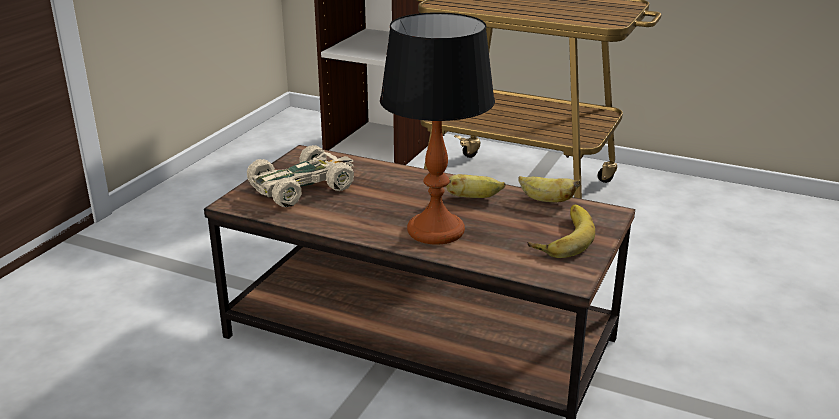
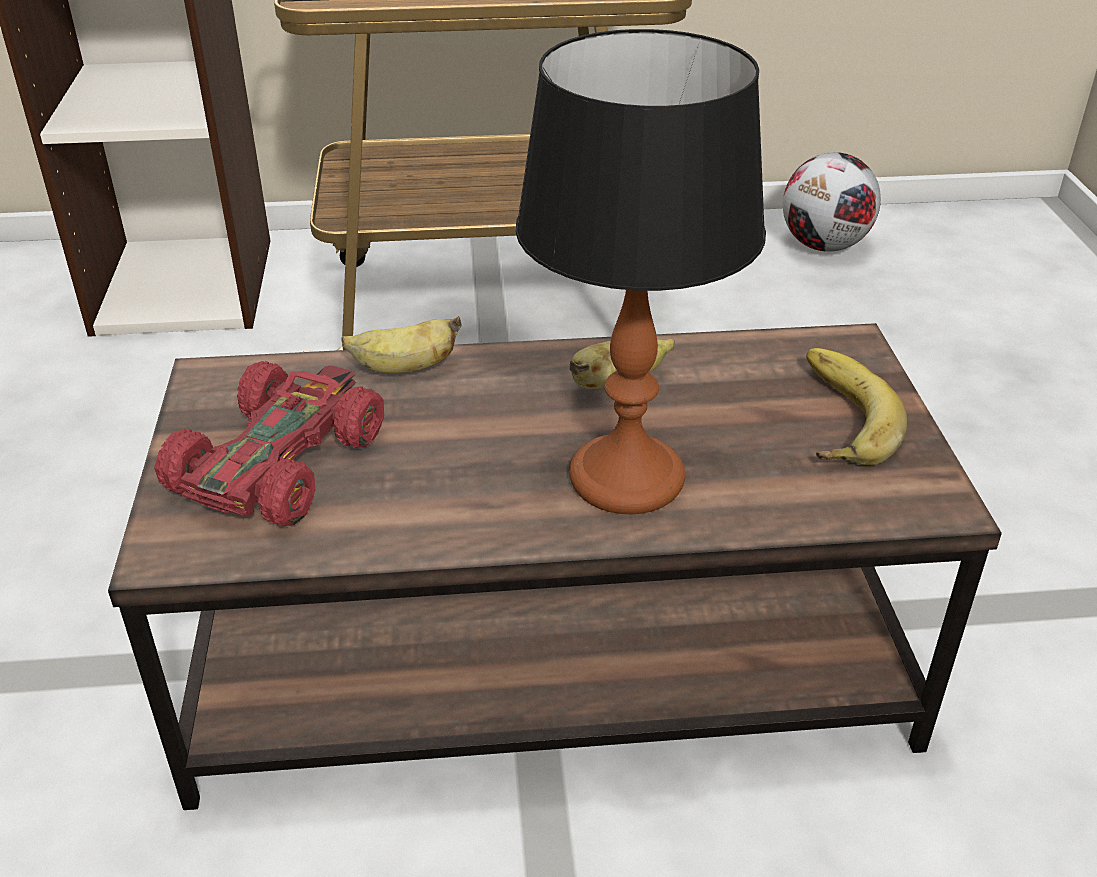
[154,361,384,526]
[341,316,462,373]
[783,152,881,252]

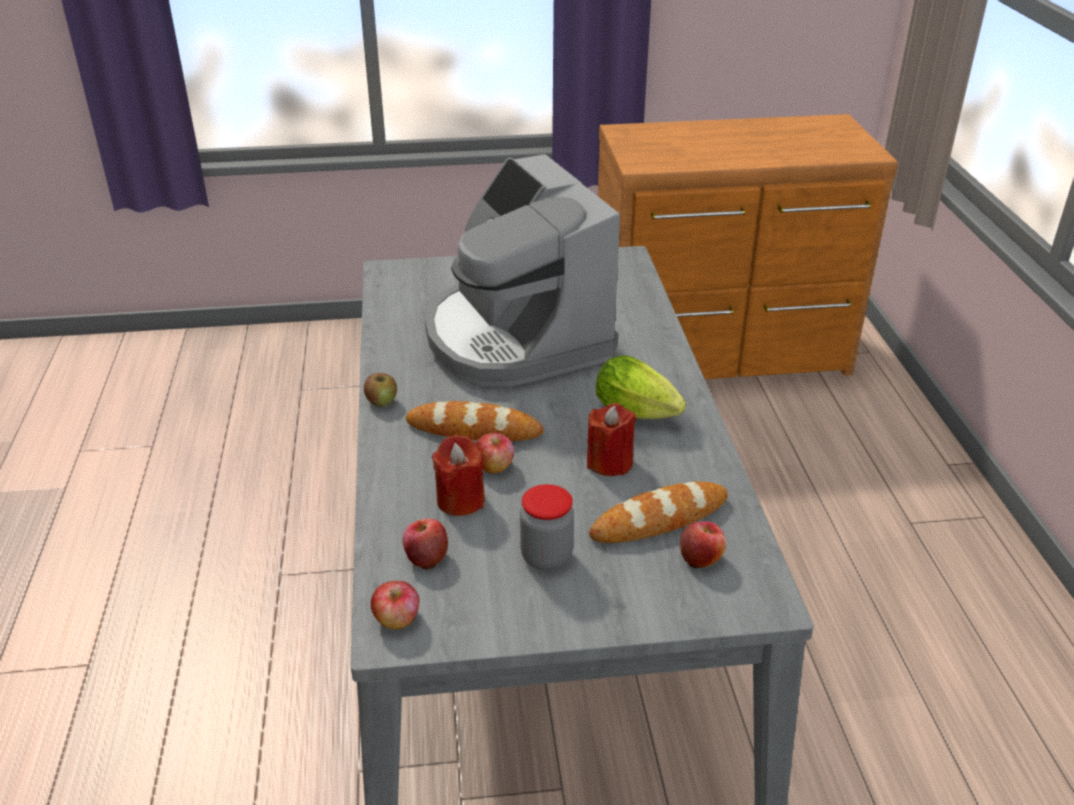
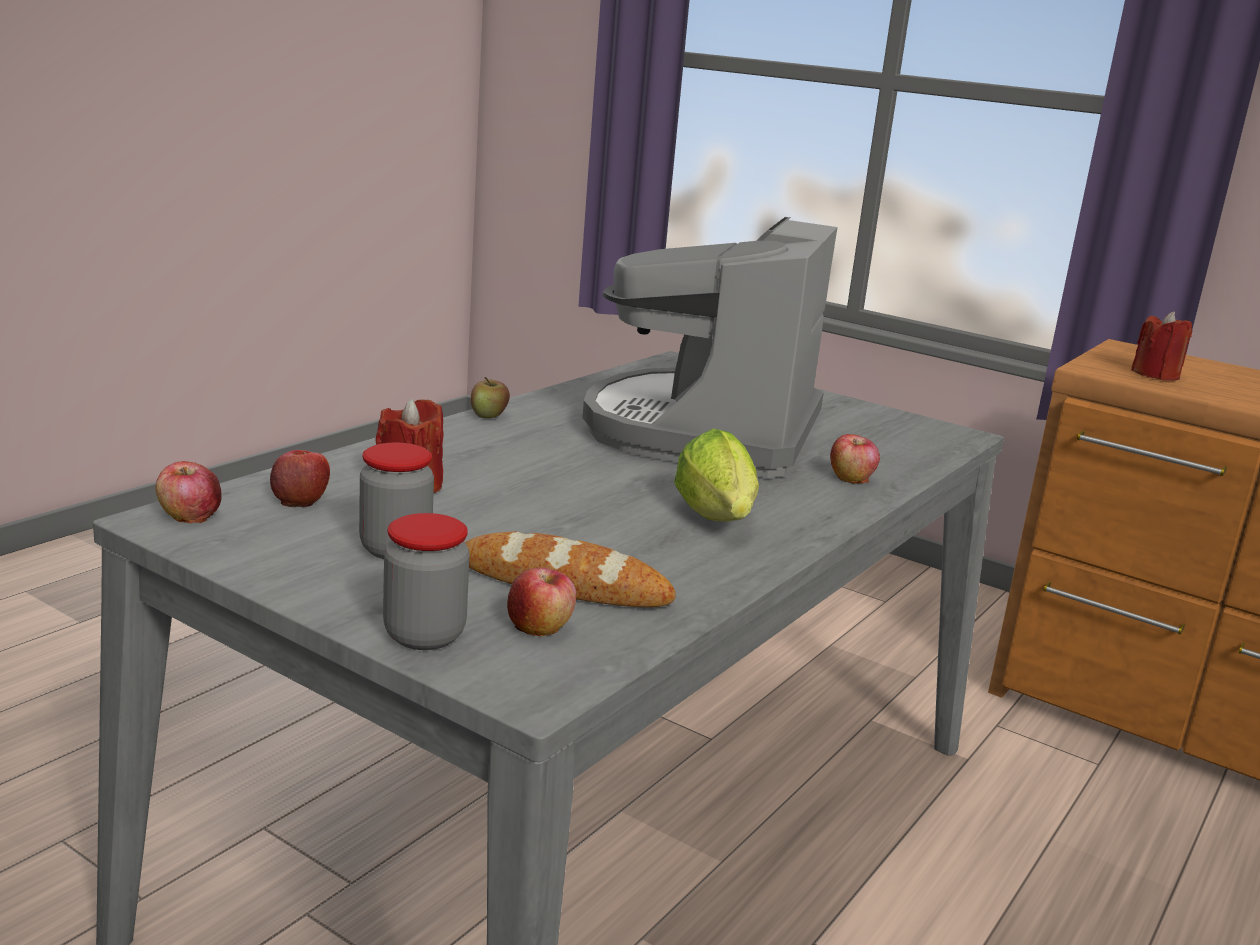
[406,401,544,441] (first image)
[1131,311,1192,381]
[830,434,880,484]
[383,513,470,650]

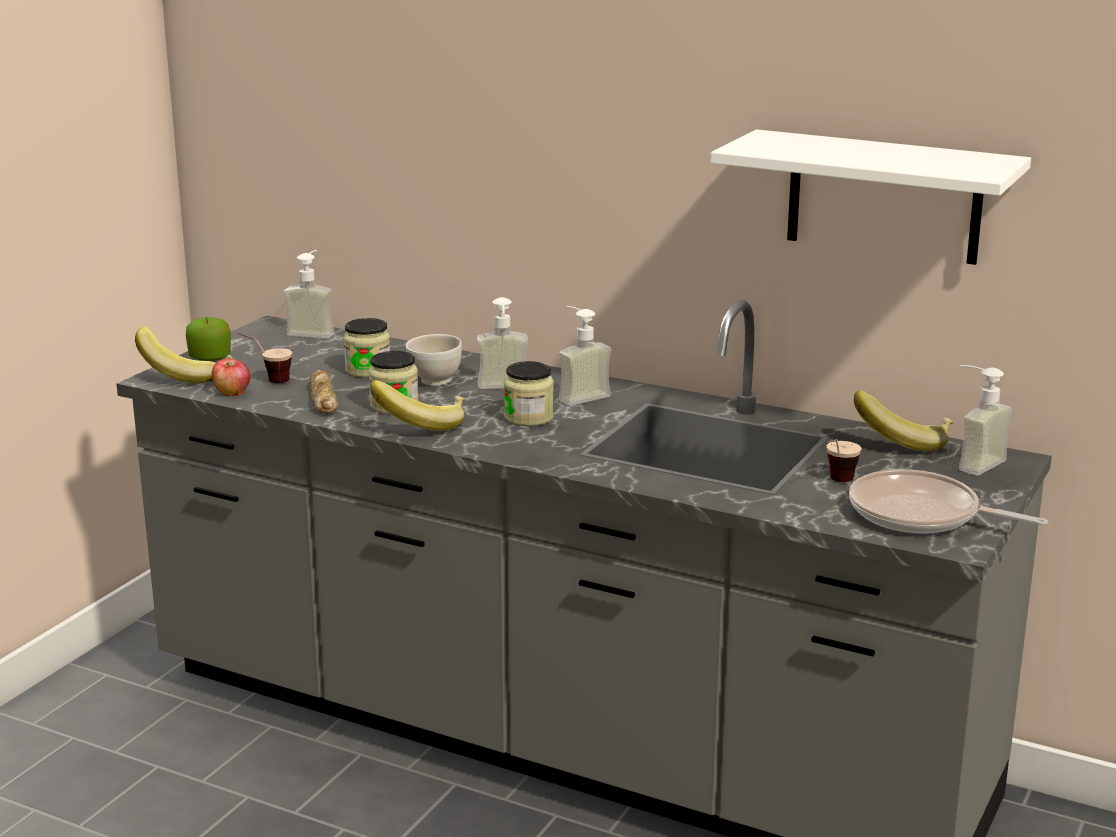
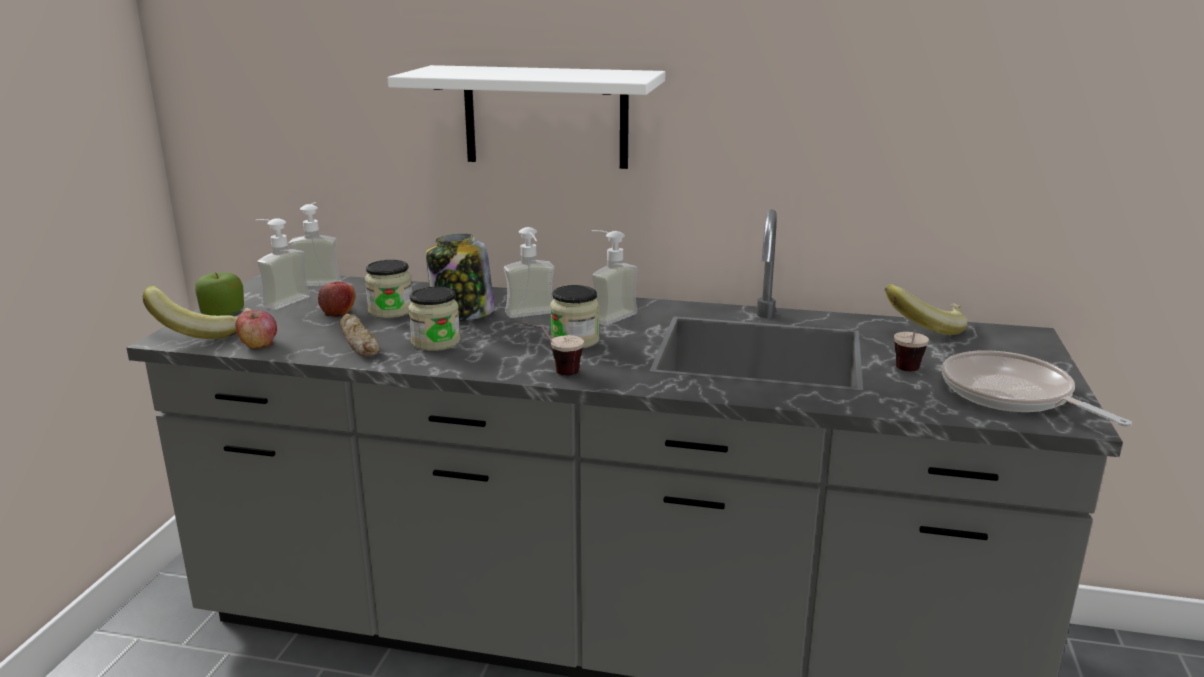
[388,65,665,169]
[522,322,584,376]
[426,234,494,321]
[255,218,310,310]
[370,380,465,431] (first image)
[942,350,1132,427]
[318,281,356,317]

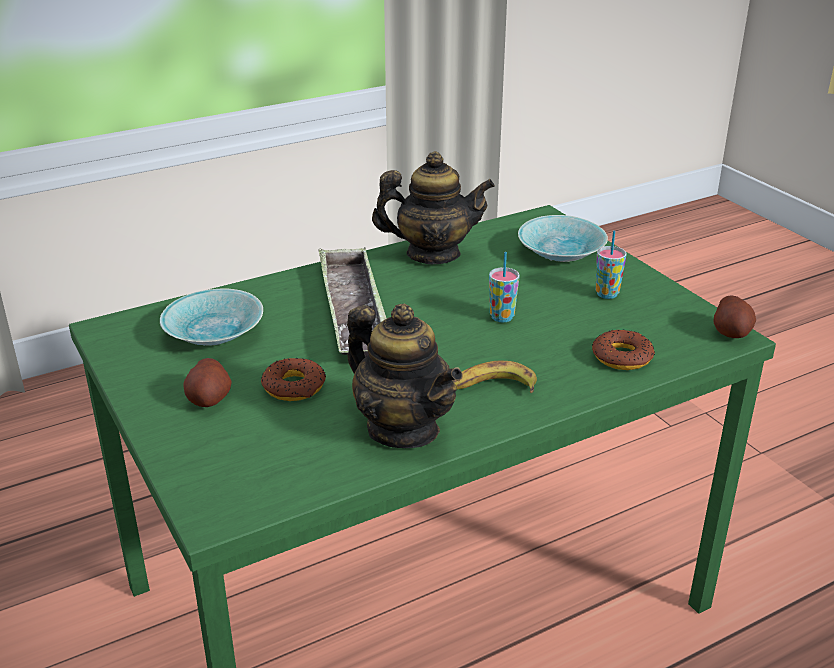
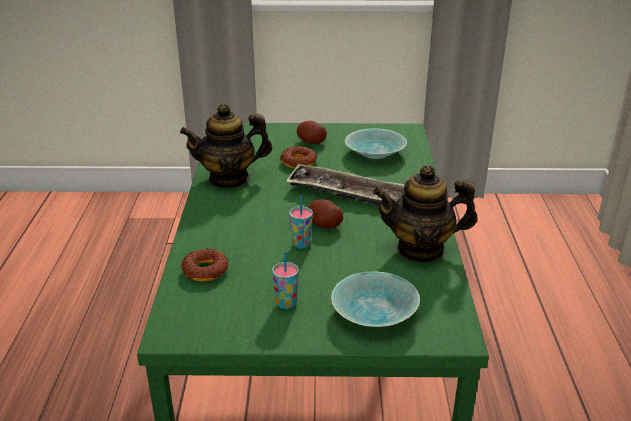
[373,165,477,263]
[308,199,343,229]
[454,361,537,393] (first image)

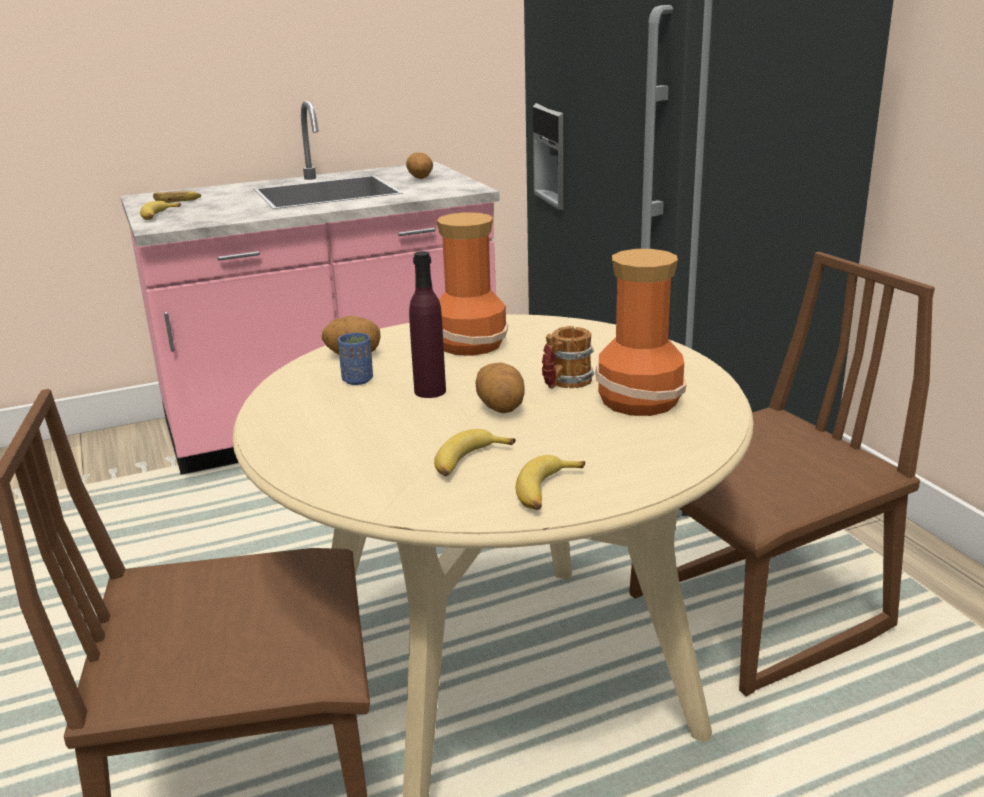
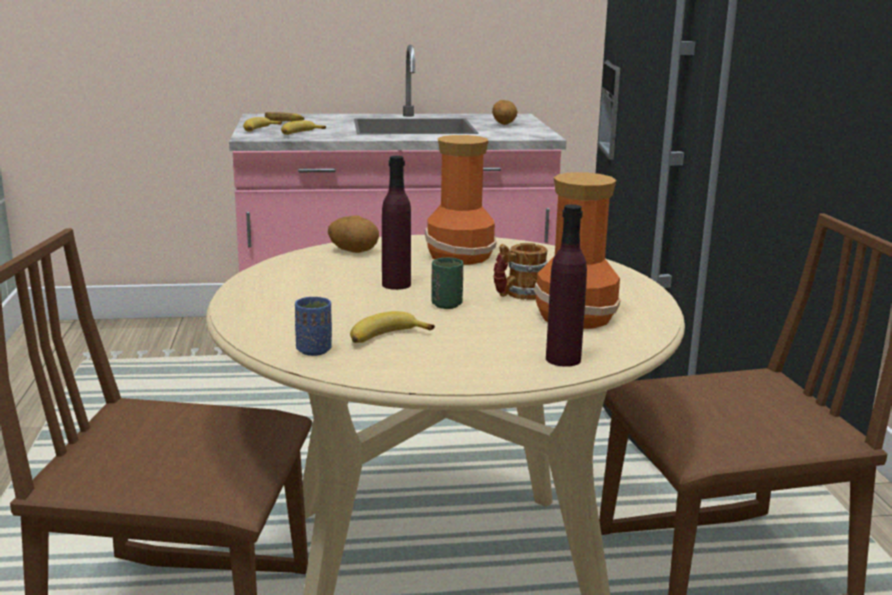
[295,297,332,356]
[431,258,463,309]
[281,121,326,135]
[546,204,587,367]

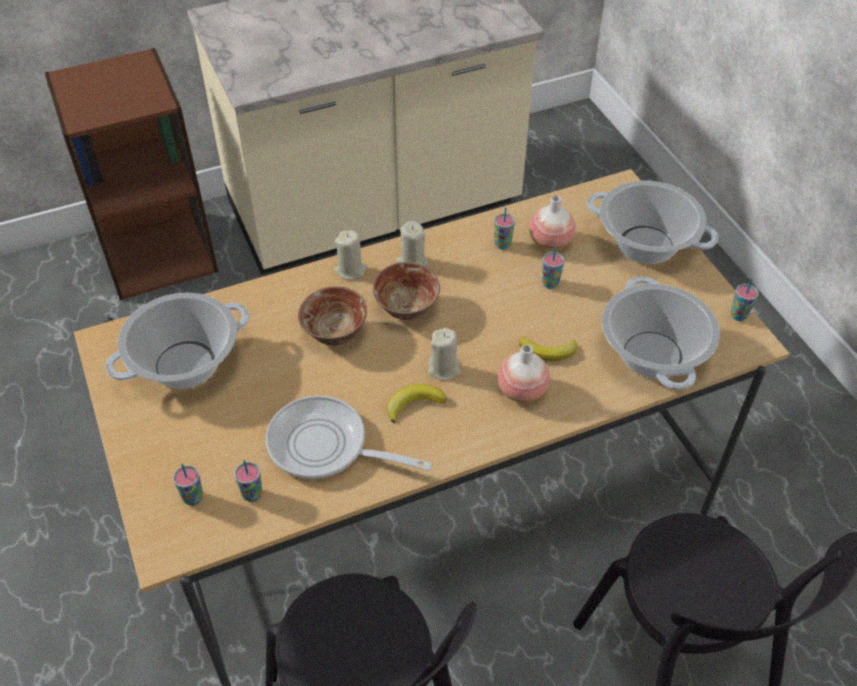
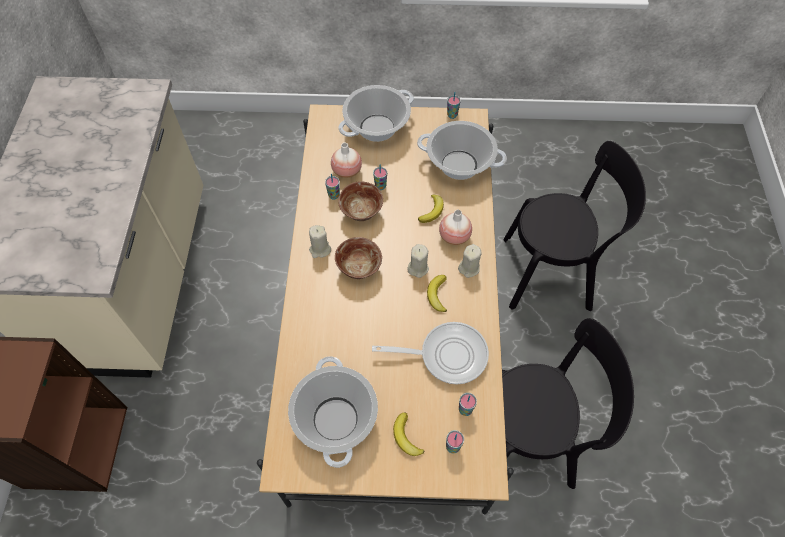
[458,244,482,278]
[338,181,383,221]
[372,322,489,384]
[393,412,425,456]

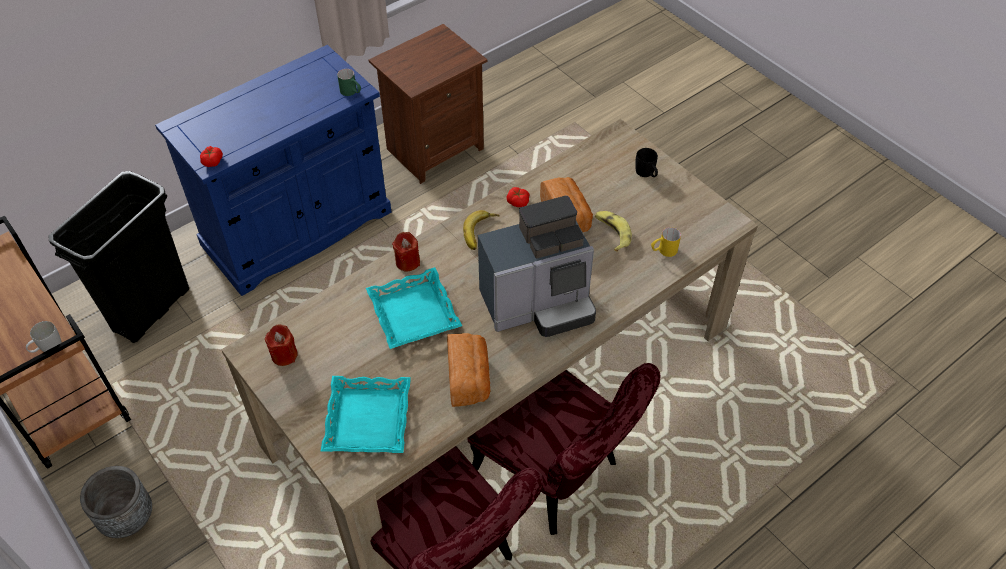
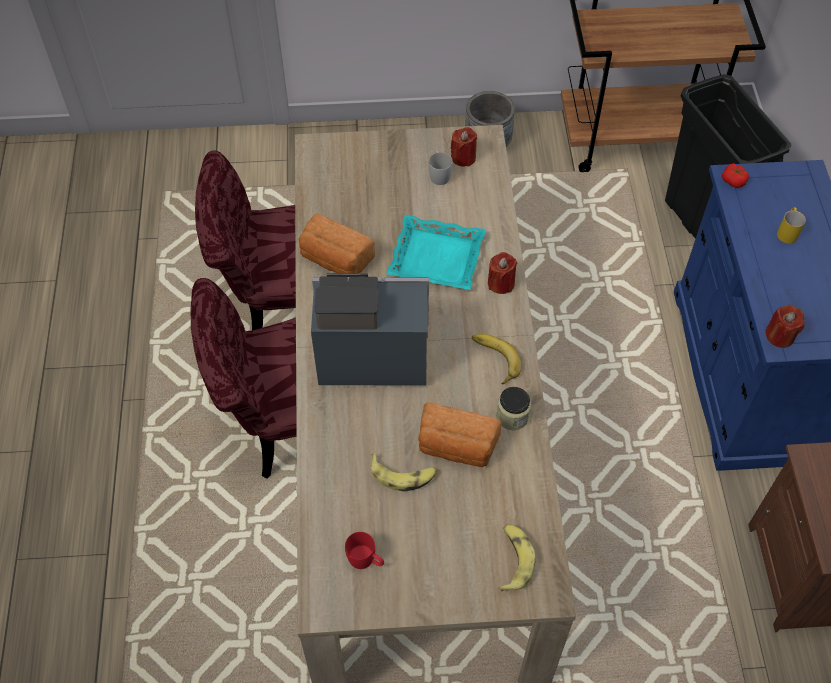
[765,305,804,348]
[635,148,658,177] (first image)
[496,387,531,430]
[311,273,429,386]
[777,207,806,244]
[429,151,453,185]
[321,376,411,453] (first image)
[499,524,536,592]
[345,532,384,569]

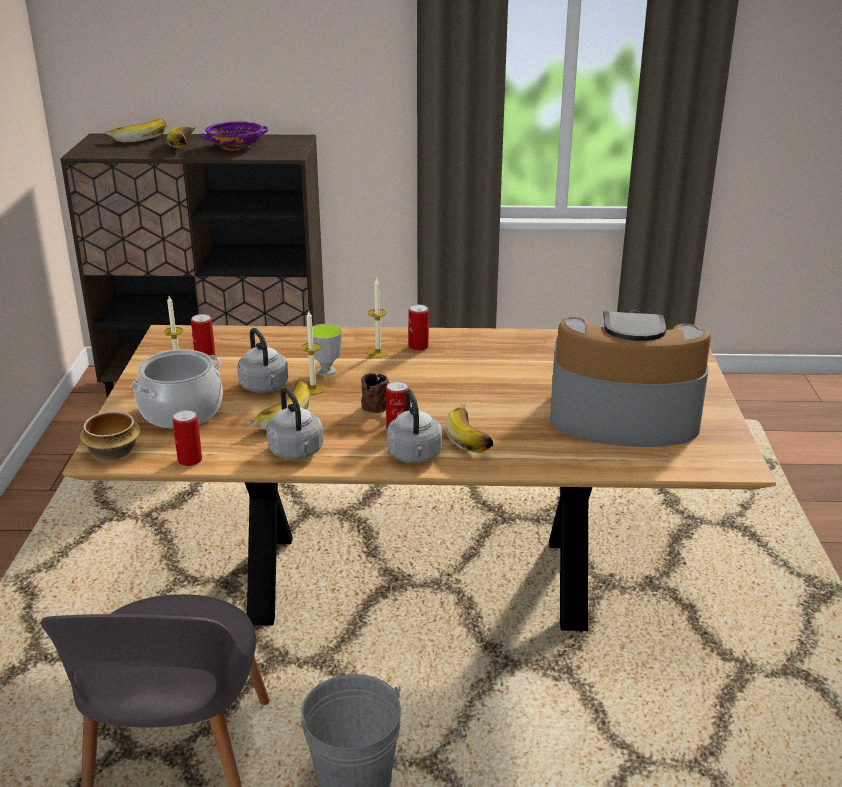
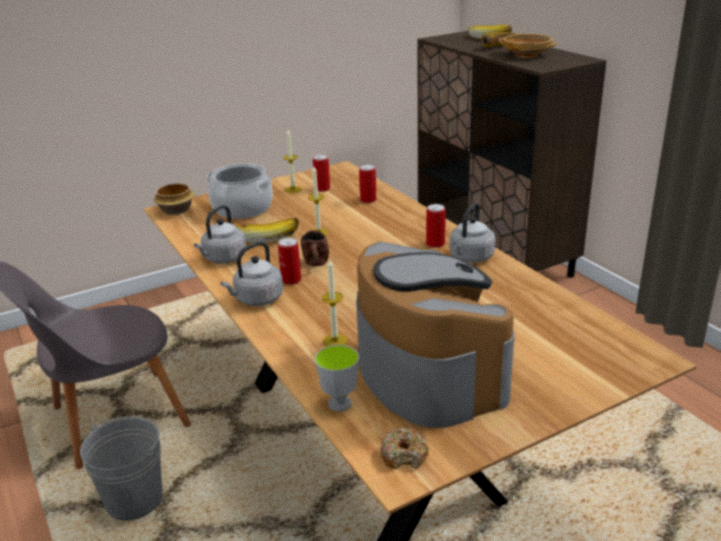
[498,34,557,58]
[321,258,347,347]
[315,345,359,411]
[450,202,495,263]
[446,403,493,453] (first image)
[359,164,376,203]
[381,427,429,469]

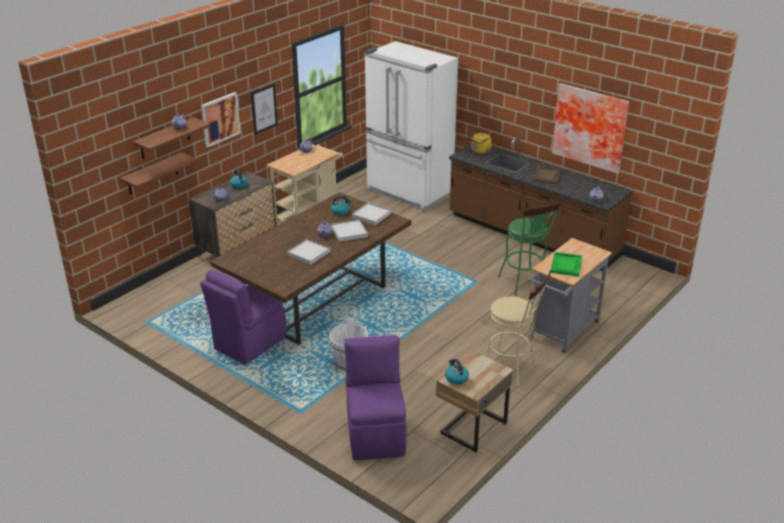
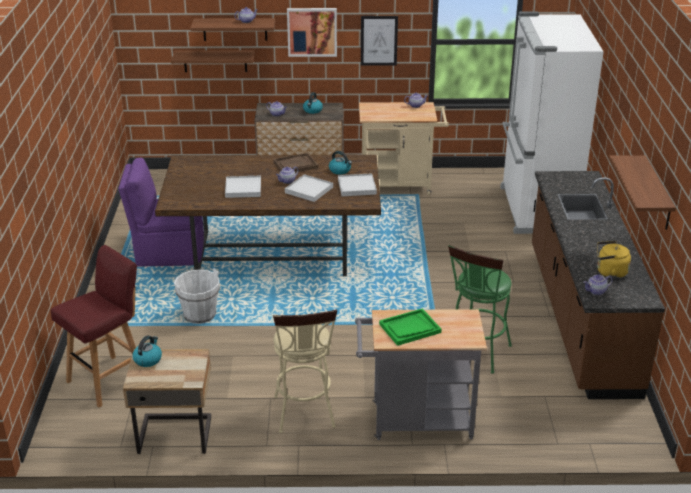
[609,155,676,230]
[597,241,631,279]
[273,153,319,173]
[51,245,137,408]

